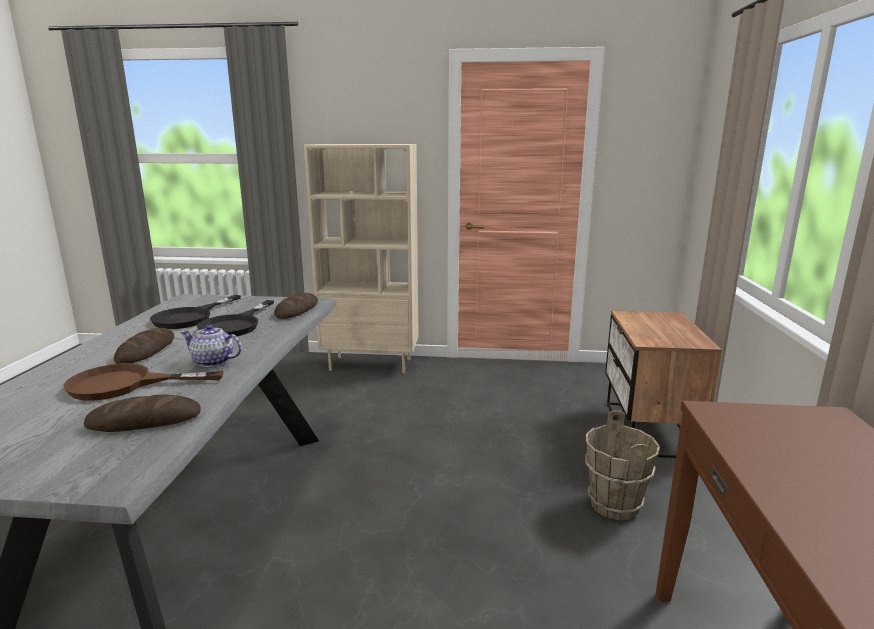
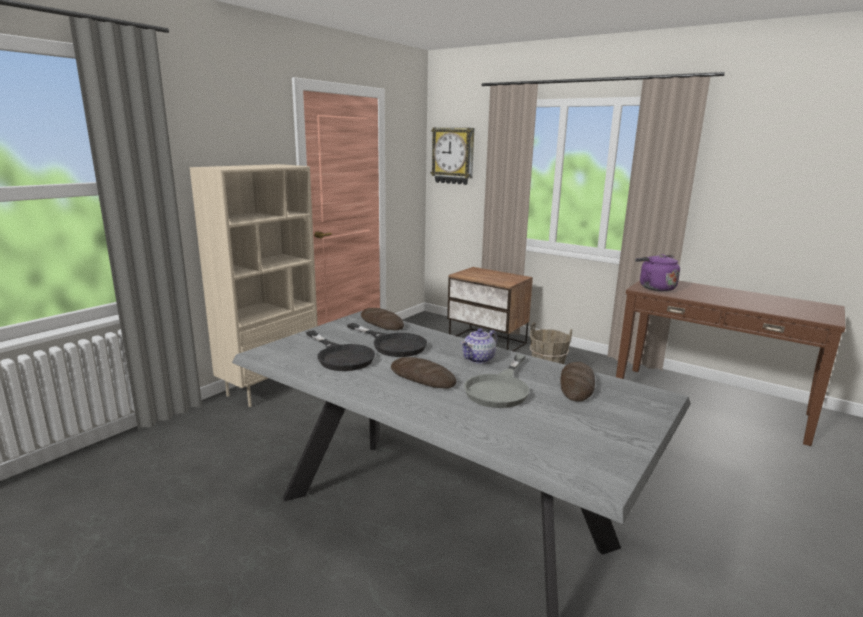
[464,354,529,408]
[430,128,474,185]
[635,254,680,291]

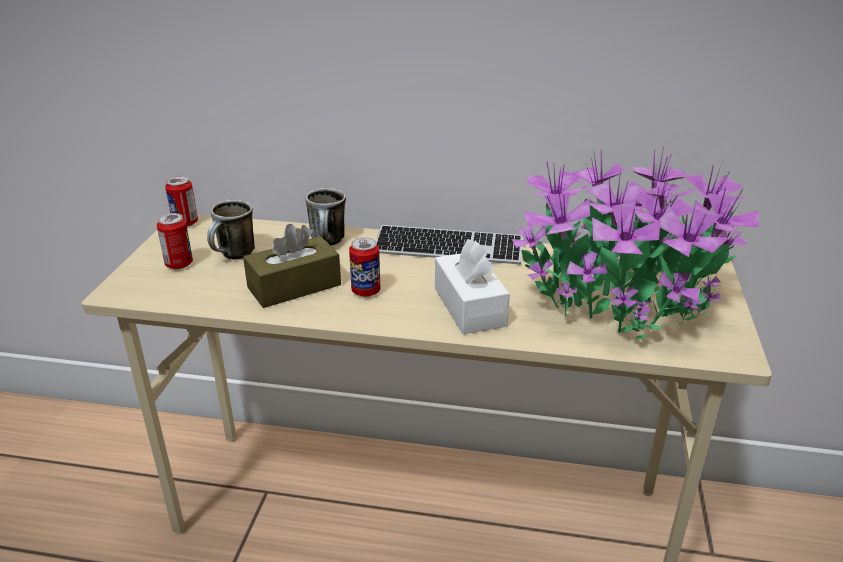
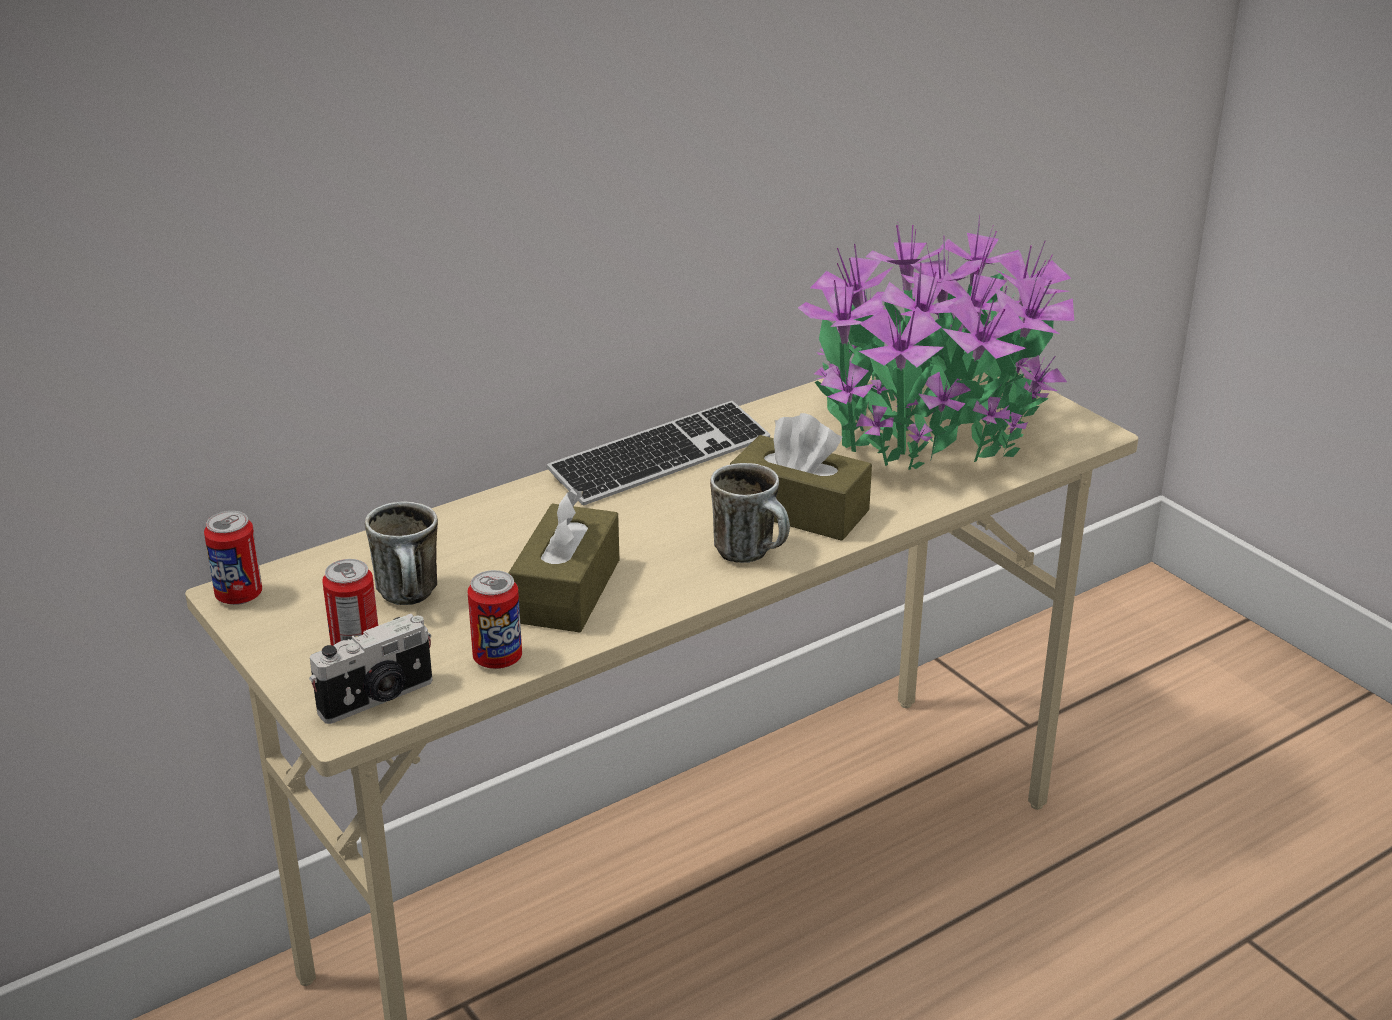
[710,463,790,563]
[468,570,522,669]
[730,413,872,541]
[309,614,432,724]

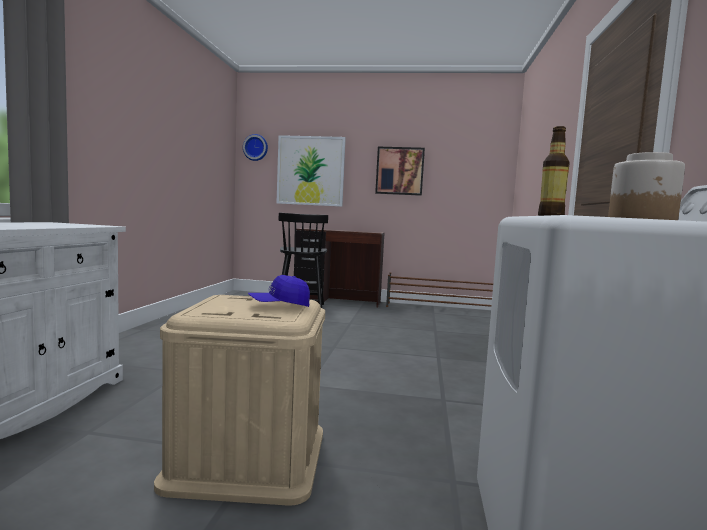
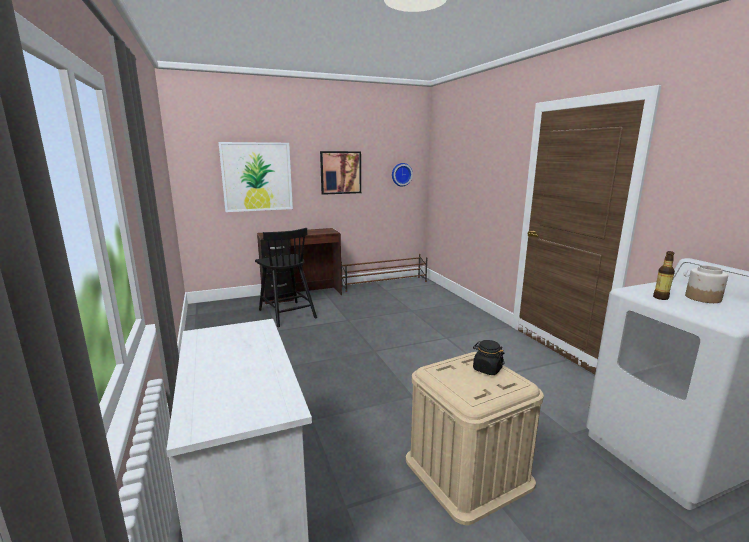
[392,163,413,187]
[473,340,504,375]

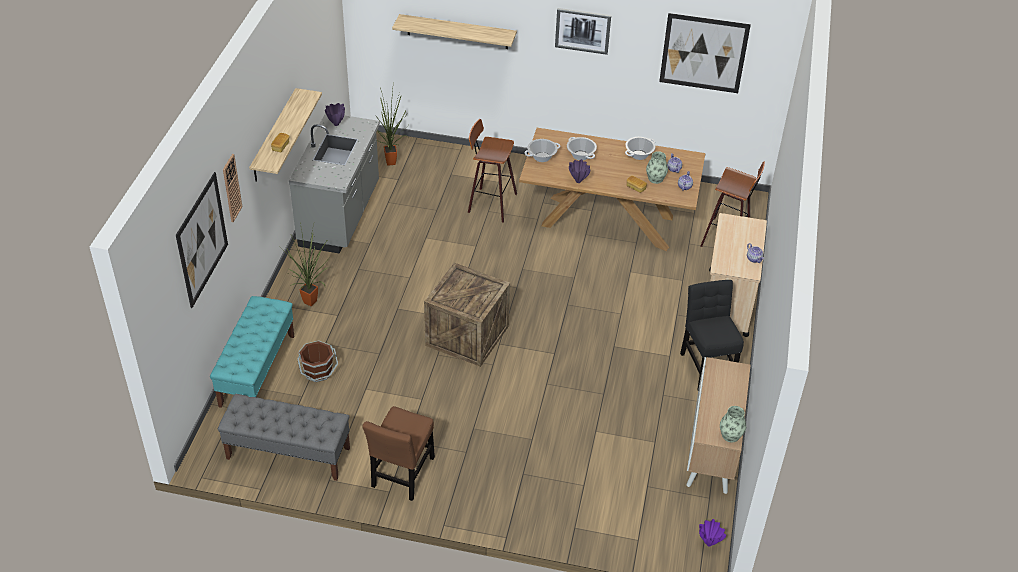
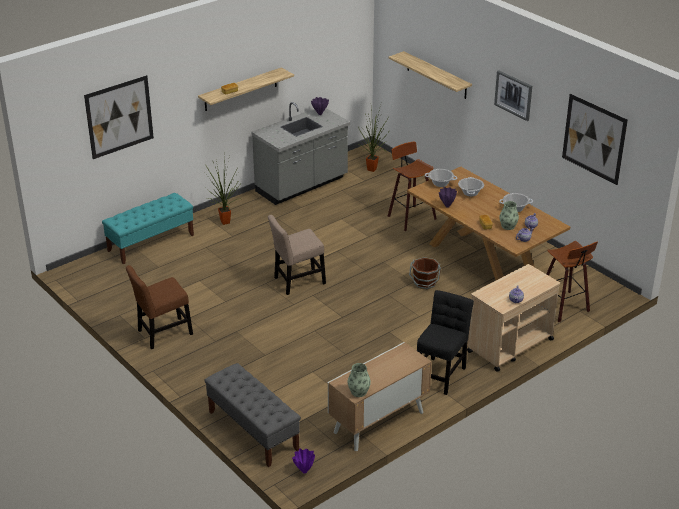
[223,154,242,222] (first image)
[268,215,326,295]
[409,257,441,289]
[204,363,301,467]

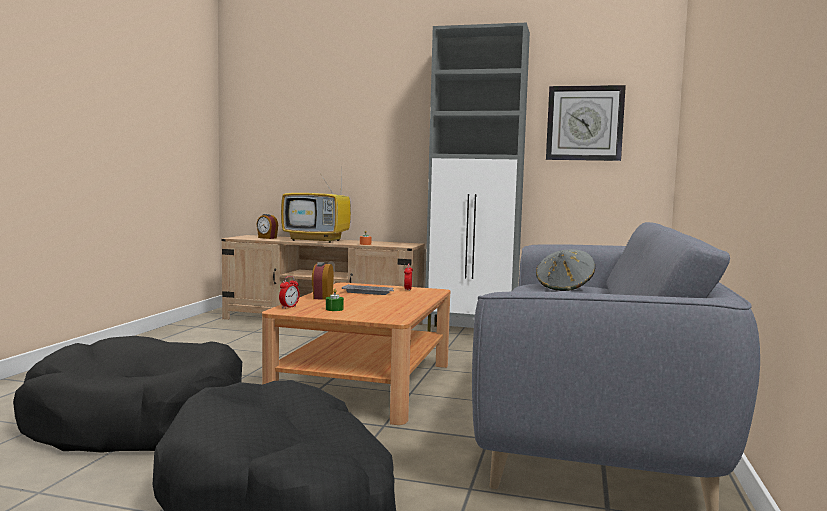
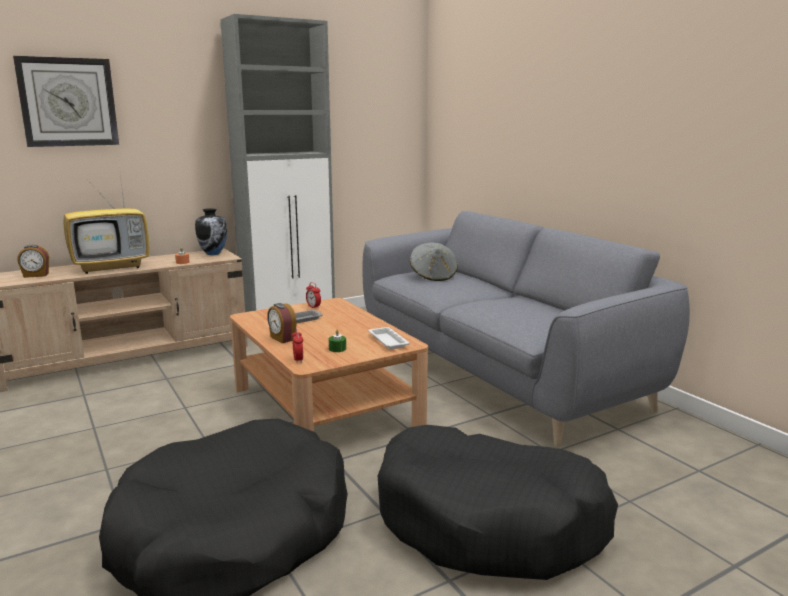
[13,56,119,147]
[195,208,227,255]
[368,327,410,349]

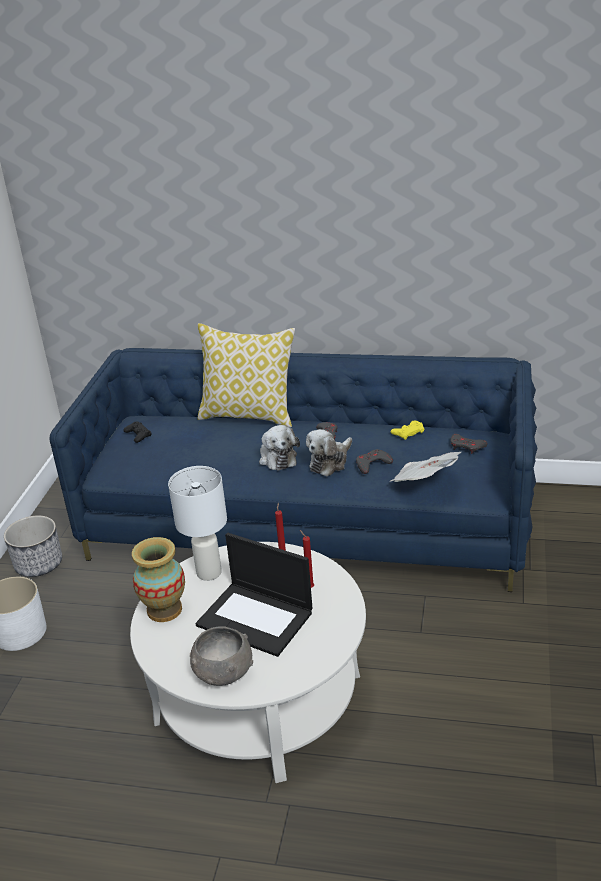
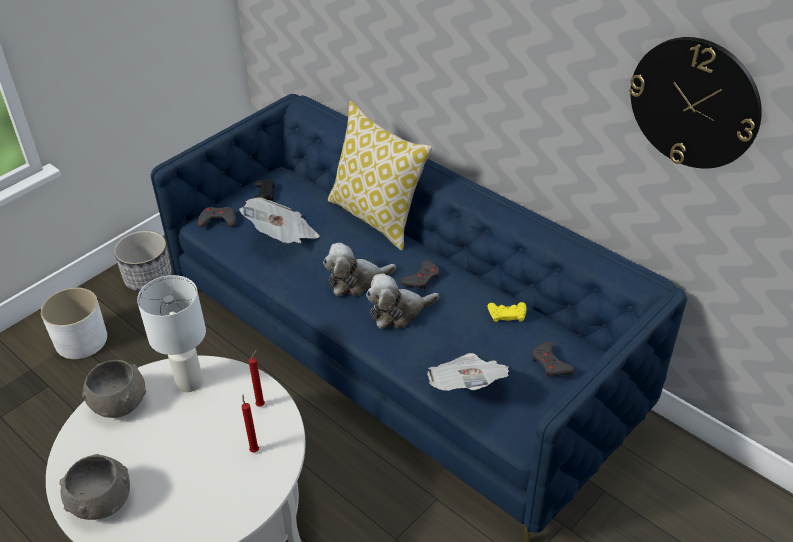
[323,243,396,296]
[198,207,236,227]
[195,533,313,657] (first image)
[82,360,146,418]
[629,37,762,169]
[239,197,320,244]

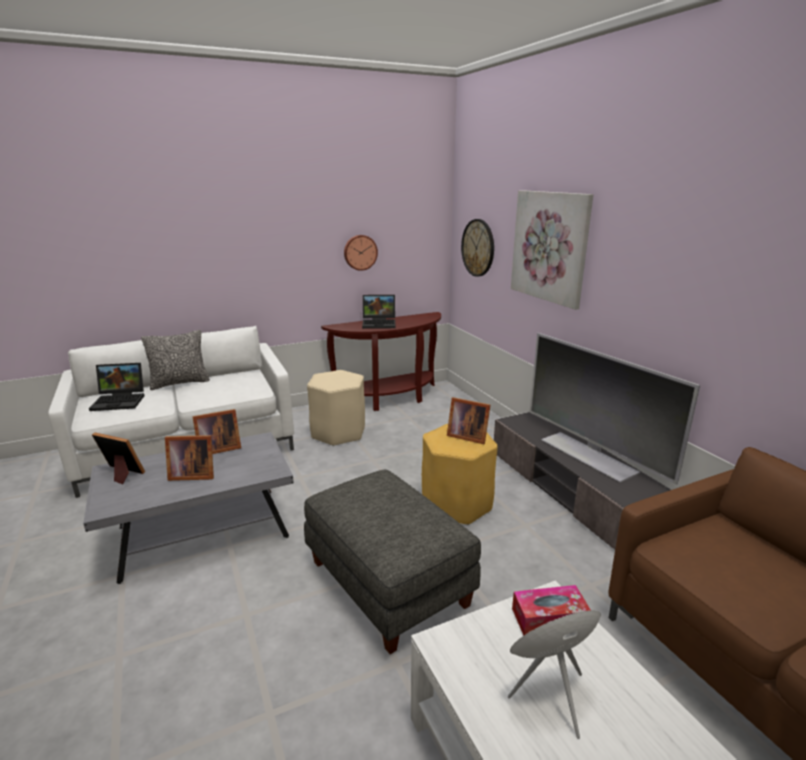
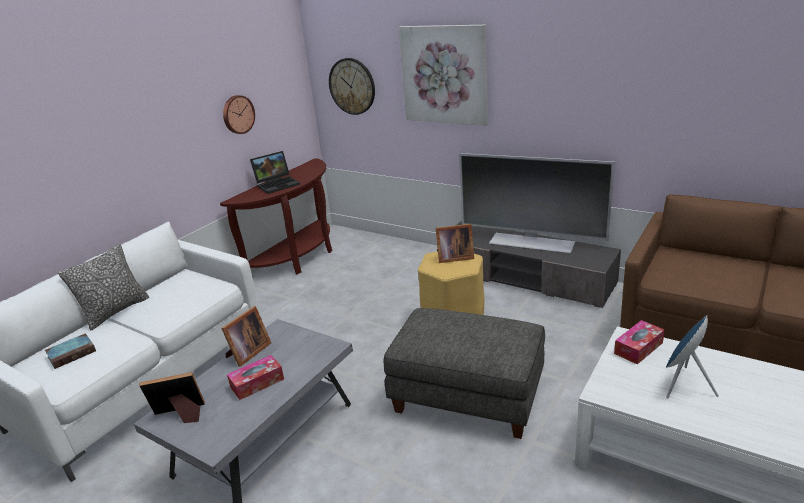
[45,333,96,369]
[307,370,365,446] (first image)
[227,355,284,400]

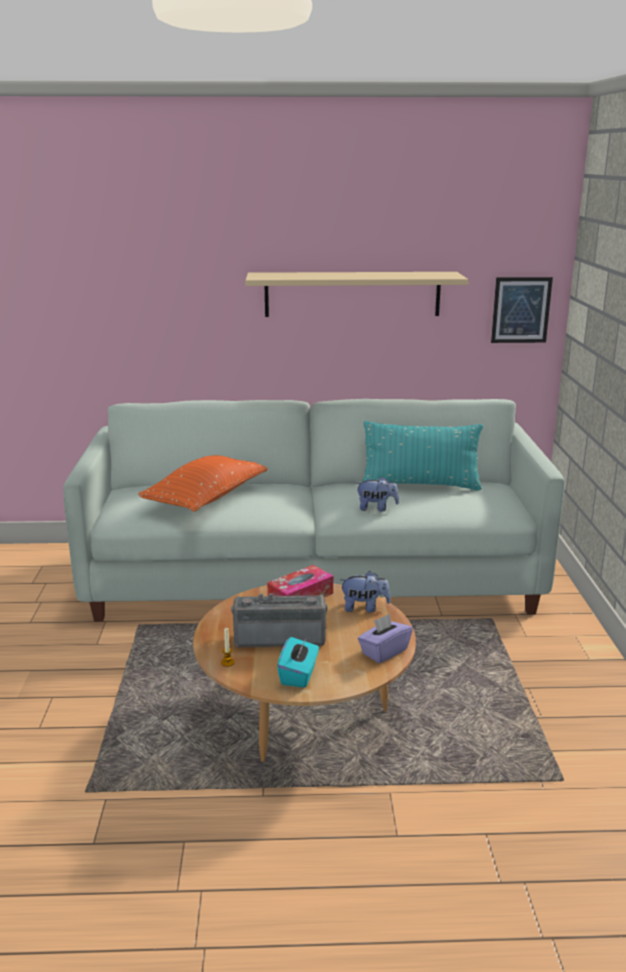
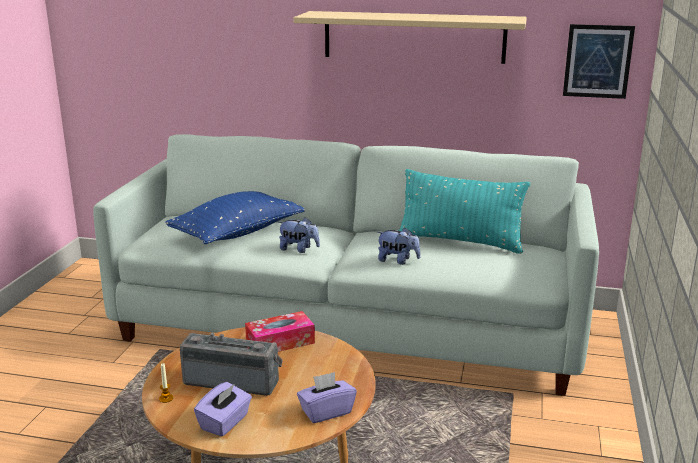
[165,191,305,244]
[279,218,320,253]
[194,382,252,437]

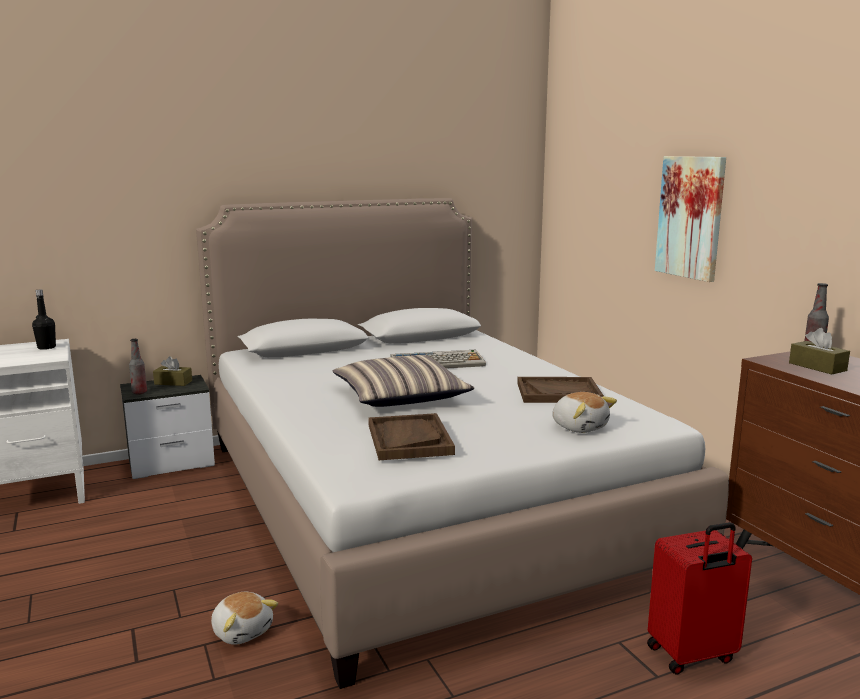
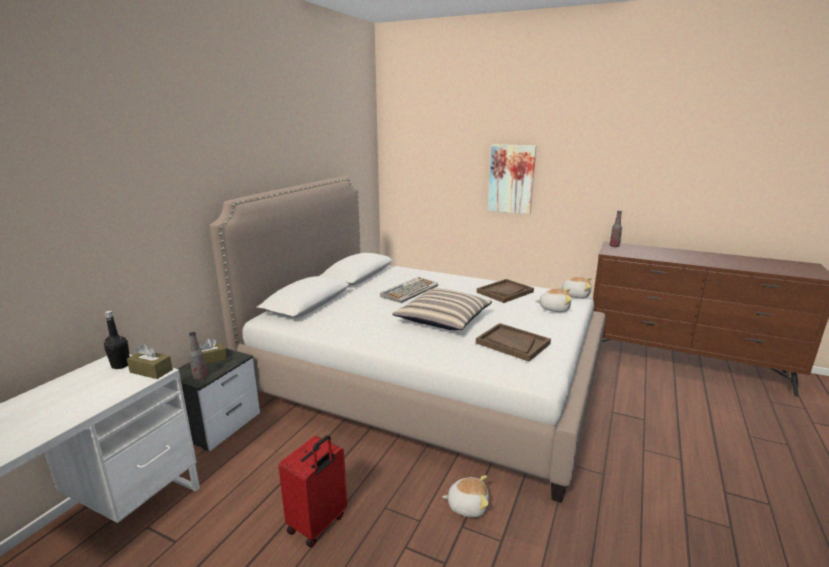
[127,344,173,379]
[279,435,347,548]
[558,277,592,299]

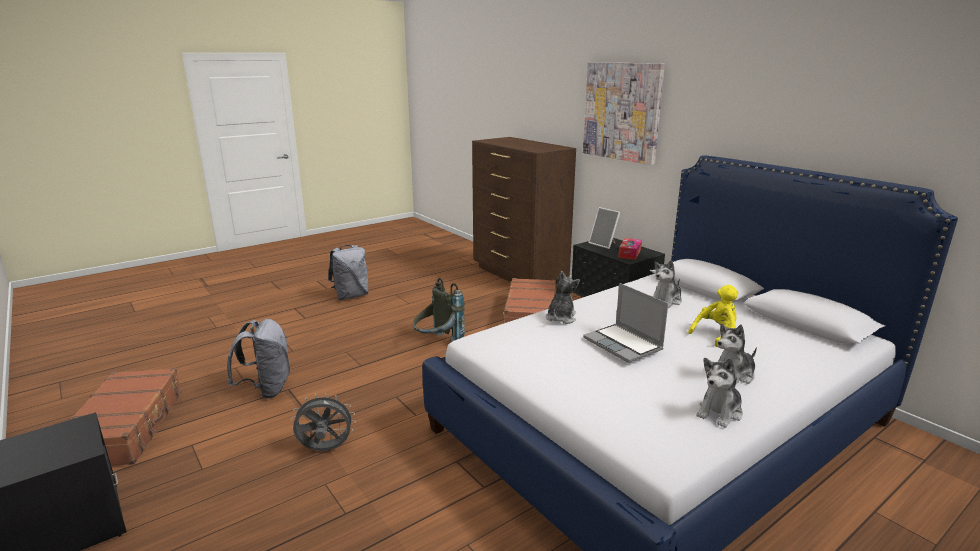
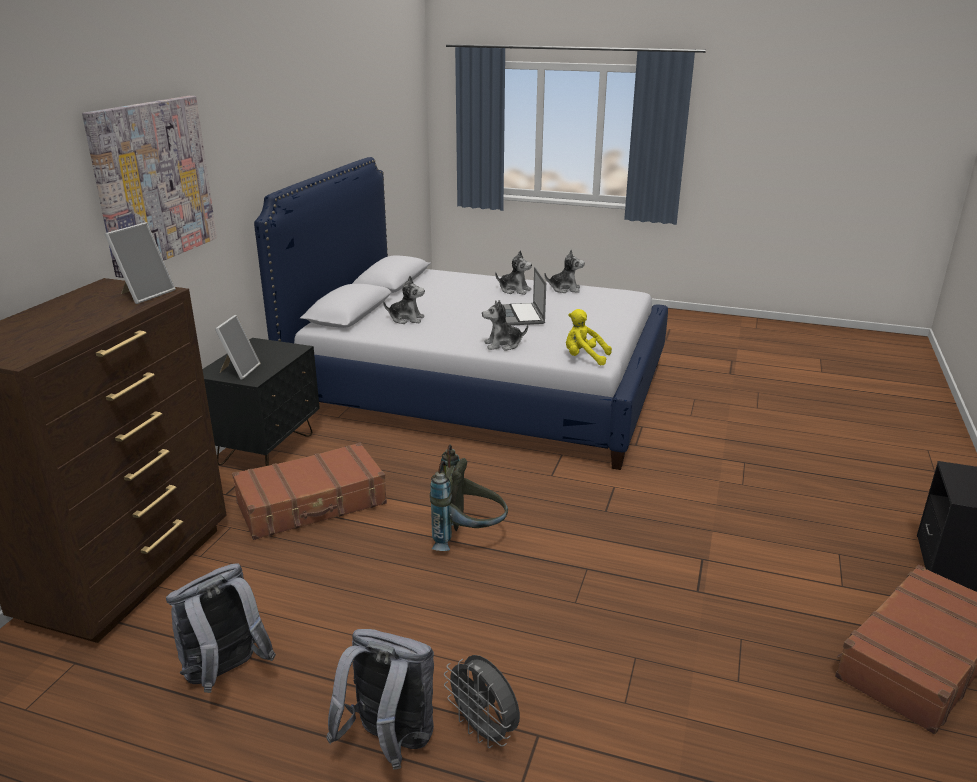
[618,238,642,260] (first image)
[502,266,546,326]
[566,309,612,365]
[166,563,276,693]
[444,655,520,748]
[104,222,176,304]

